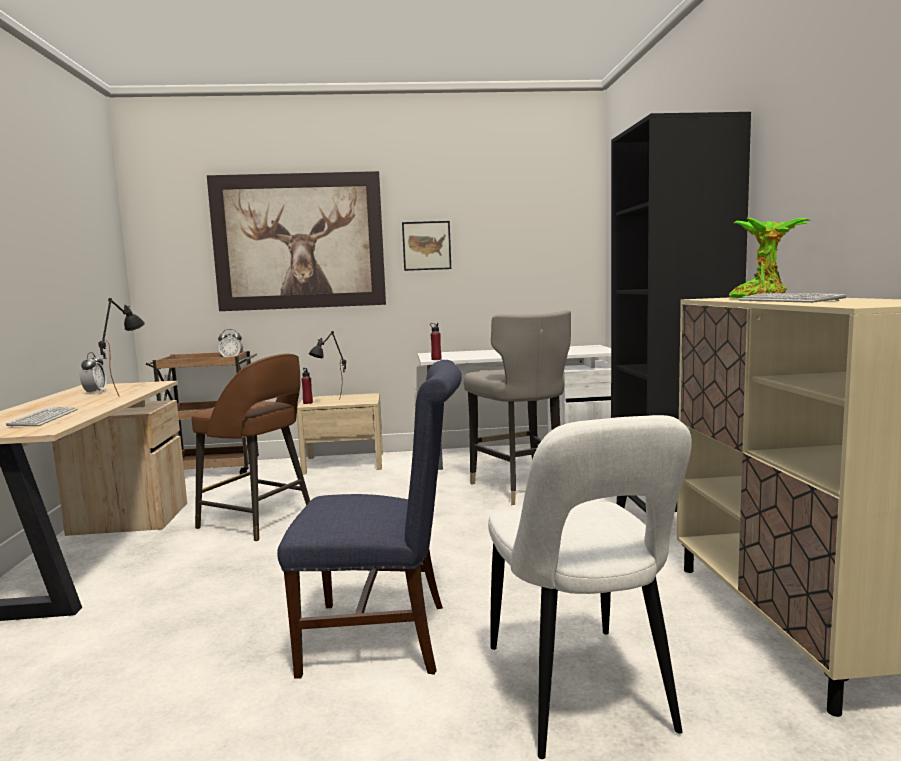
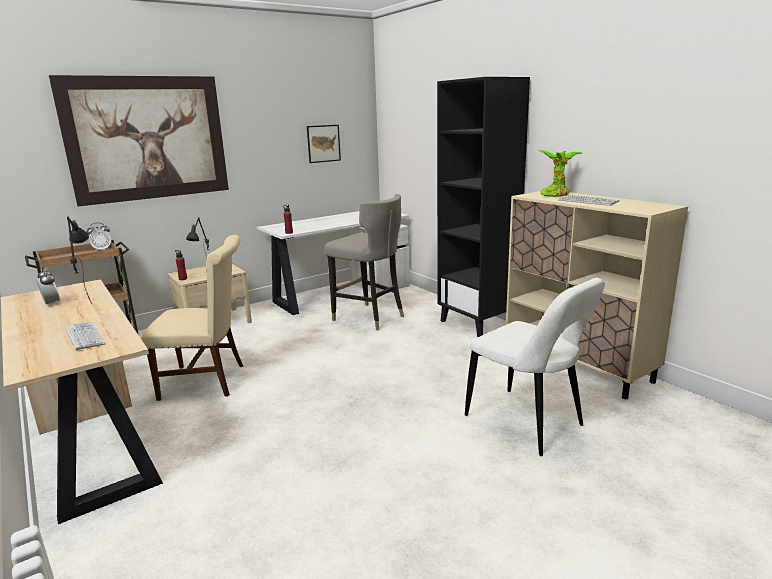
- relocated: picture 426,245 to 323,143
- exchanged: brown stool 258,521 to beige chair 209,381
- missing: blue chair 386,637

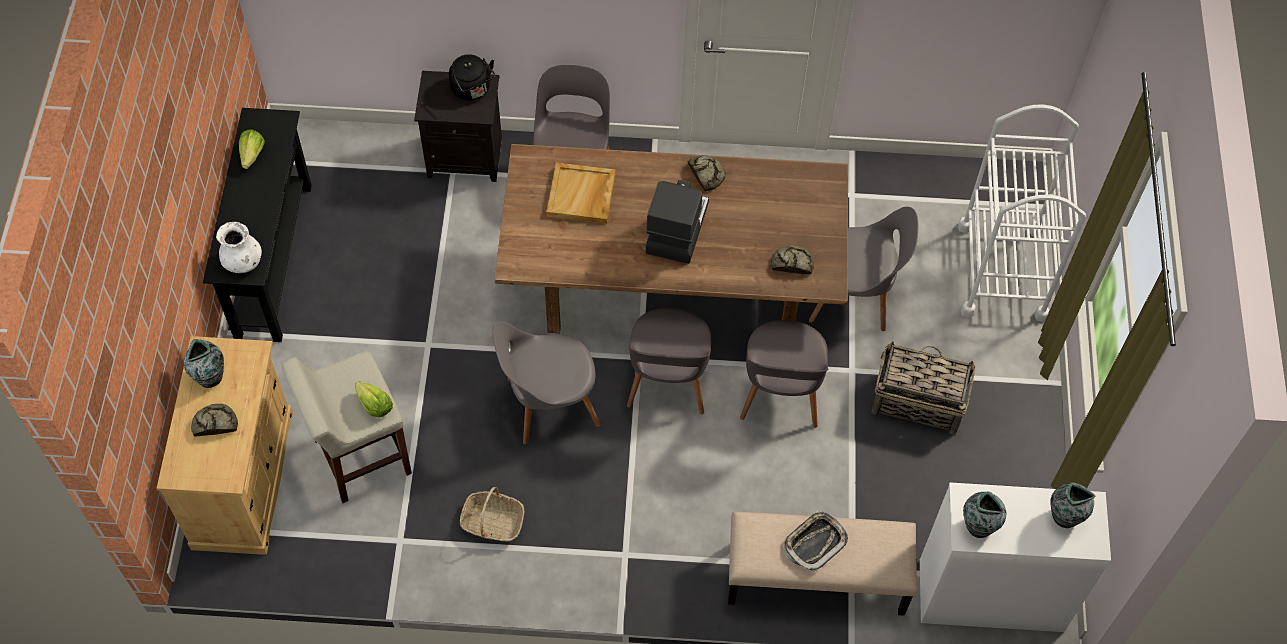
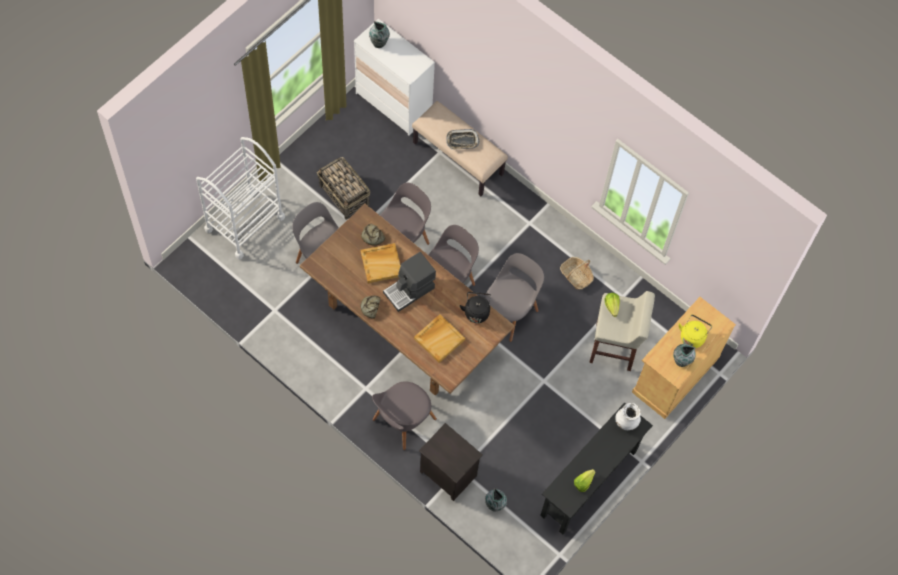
- relocated: black kettle 472,90 to 476,311
- spun: grey chair 548,403 = 509,311 75 degrees counterclockwise
- exchanged: bread 215,423 to yellow kettle 692,336
- relocated: vase 978,526 to 494,505
- appeared: beige tray 381,263

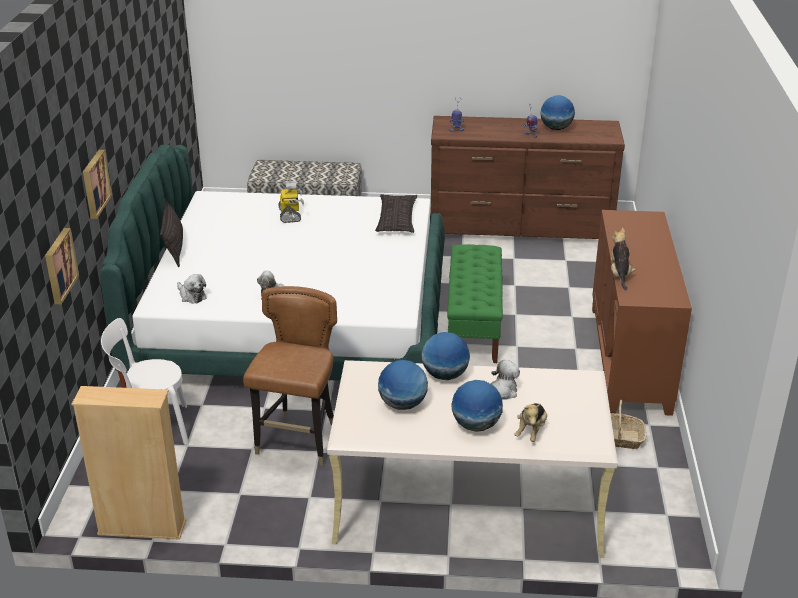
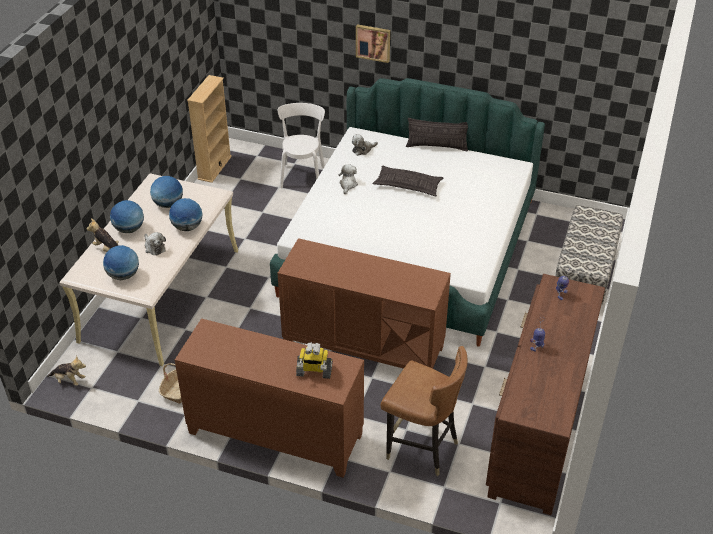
- relocated: globe 556,128 to 123,275
- relocated: toy robot 290,215 to 314,371
- relocated: pillow 396,219 to 408,185
- missing: picture 59,265
- relocated: plush toy 619,275 to 69,380
- exchanged: green bench 473,325 to brown cabinet 364,346
- relocated: brown chair 299,441 to 421,448

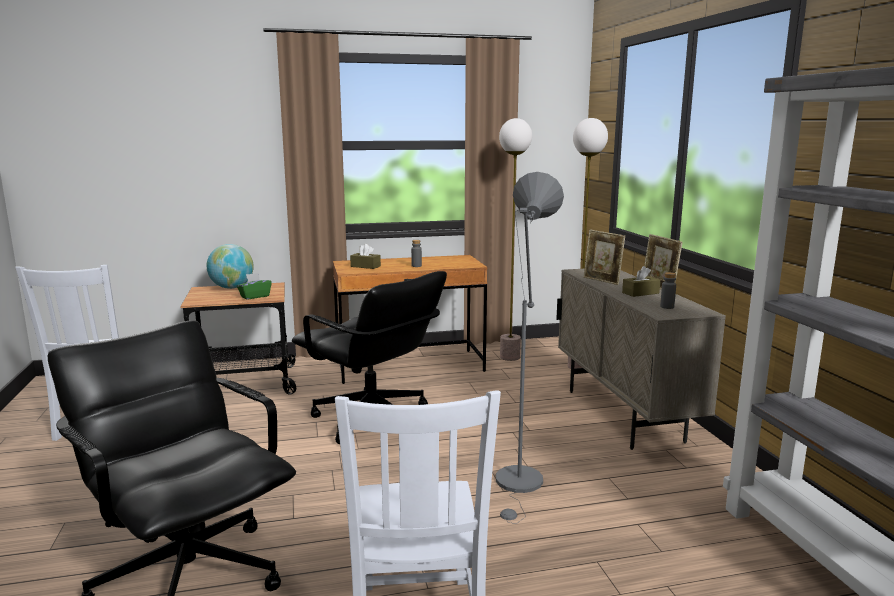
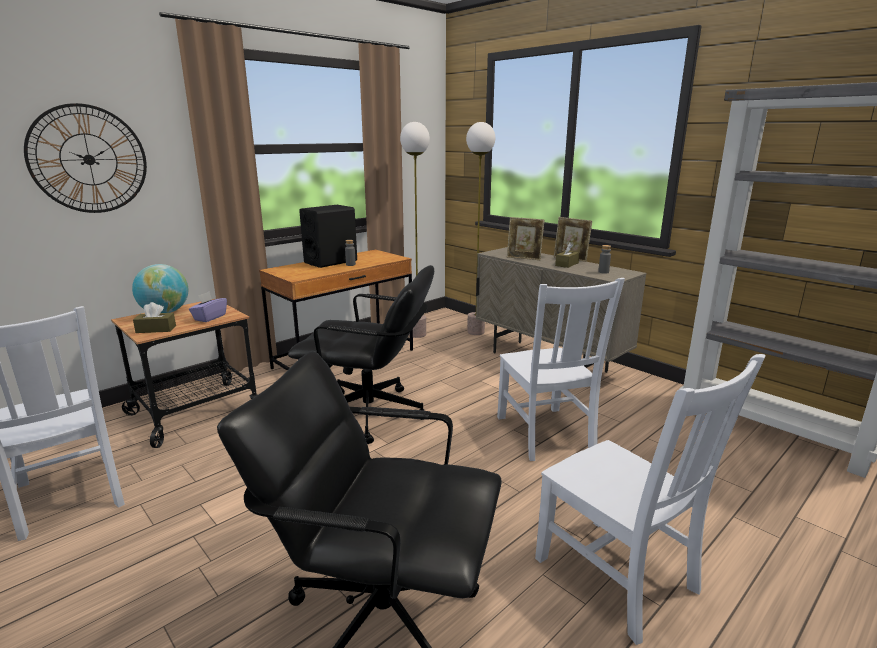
- exchanged: grey floor lamp 519,485 to white chair 546,434
- relocated: brown tissue box 365,266 to 156,329
- colour: green tissue box 255,296 to purple tissue box 209,317
- appeared: wall clock 89,159
- appeared: black speaker 331,262

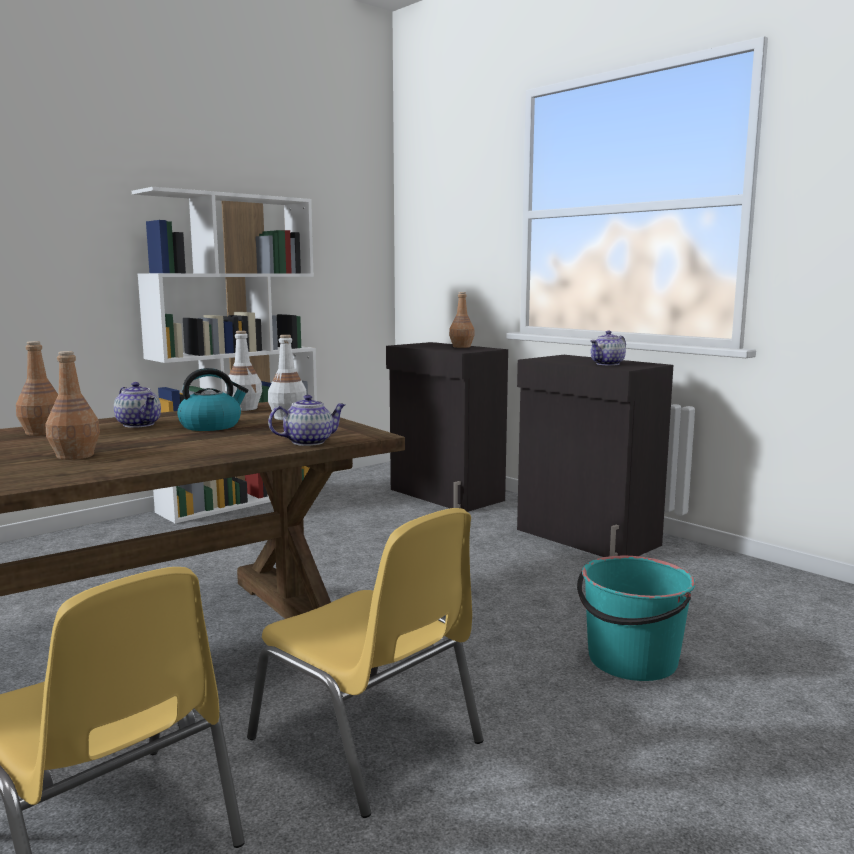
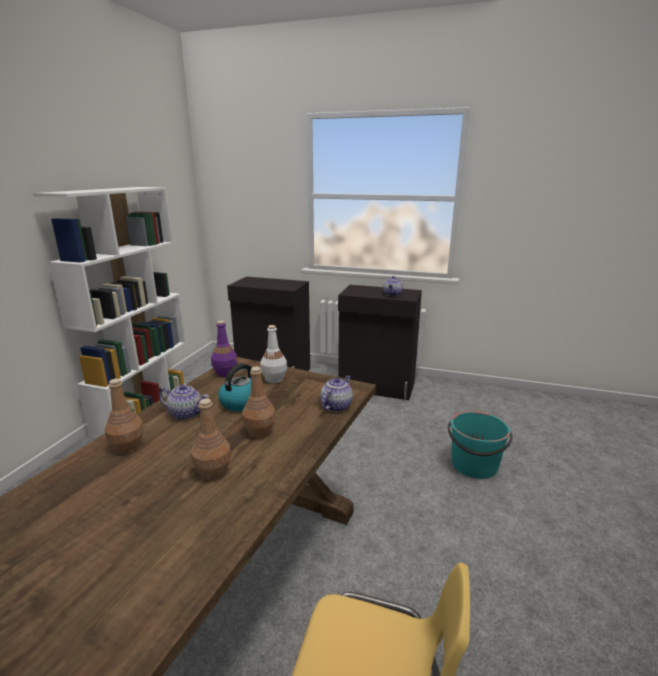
- relocated: brown bottle 461,347 to 260,432
- colour: white bottle 244,408 to purple bottle 225,373
- missing: yellow chair 369,741

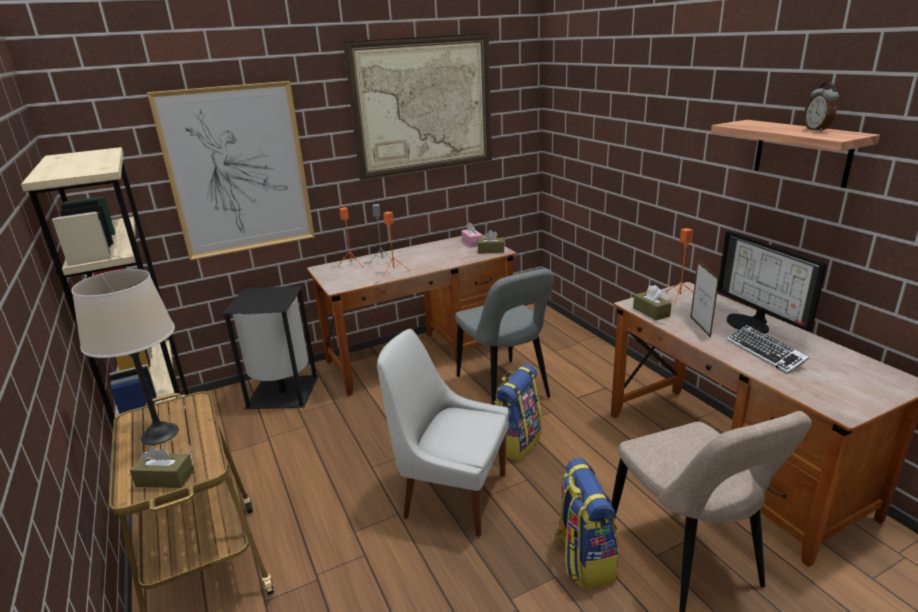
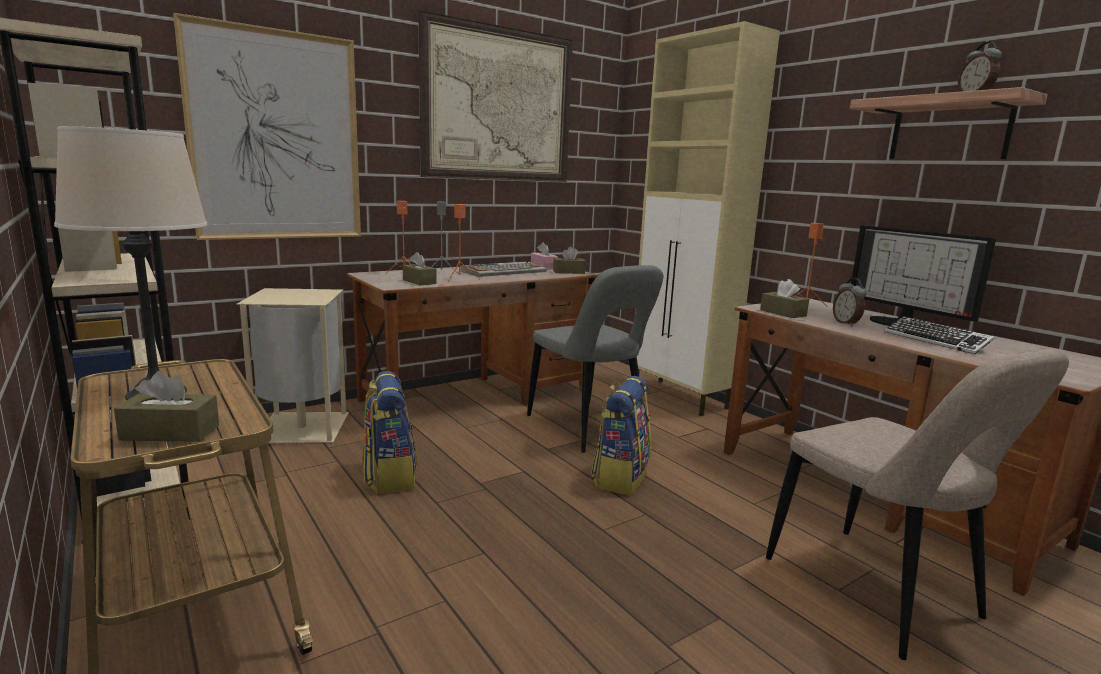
- exchanged: picture frame 700,327 to alarm clock 846,323
- colour: black trash can 282,391 to beige trash can 301,427
- missing: white chair 451,494
- relocated: backpack 583,558 to 389,476
- appeared: beige cabinet 680,398
- appeared: brown tissue box 419,282
- appeared: keyboard 504,271

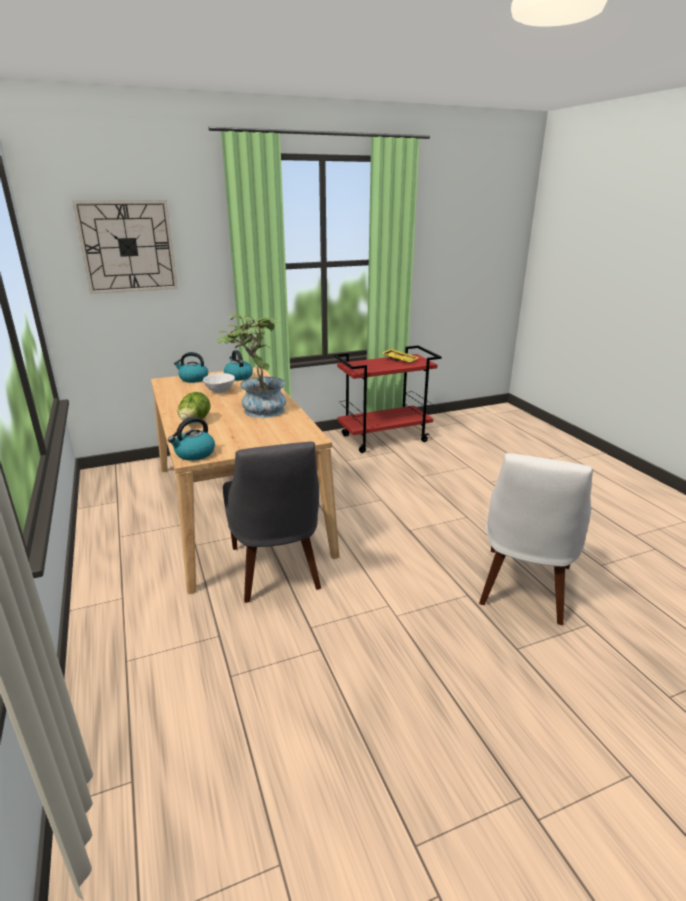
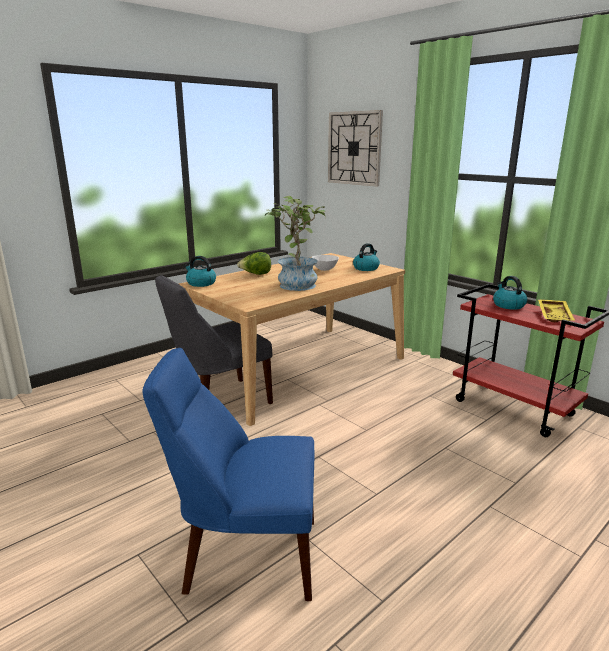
- relocated: kettle 193,379 to 508,305
- colour: white chair 523,588 to blue chair 245,555

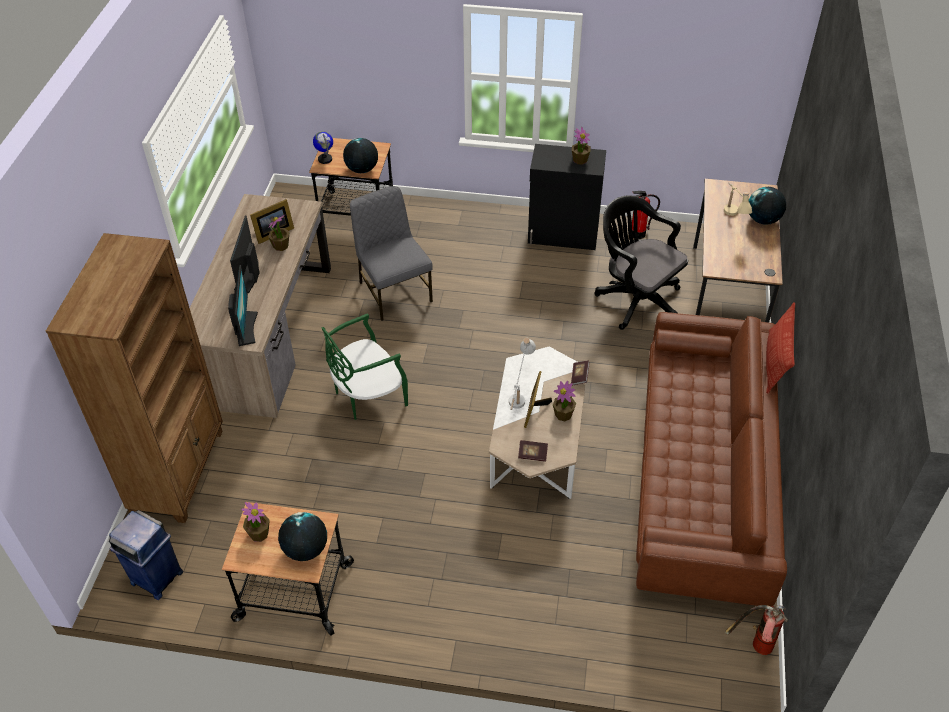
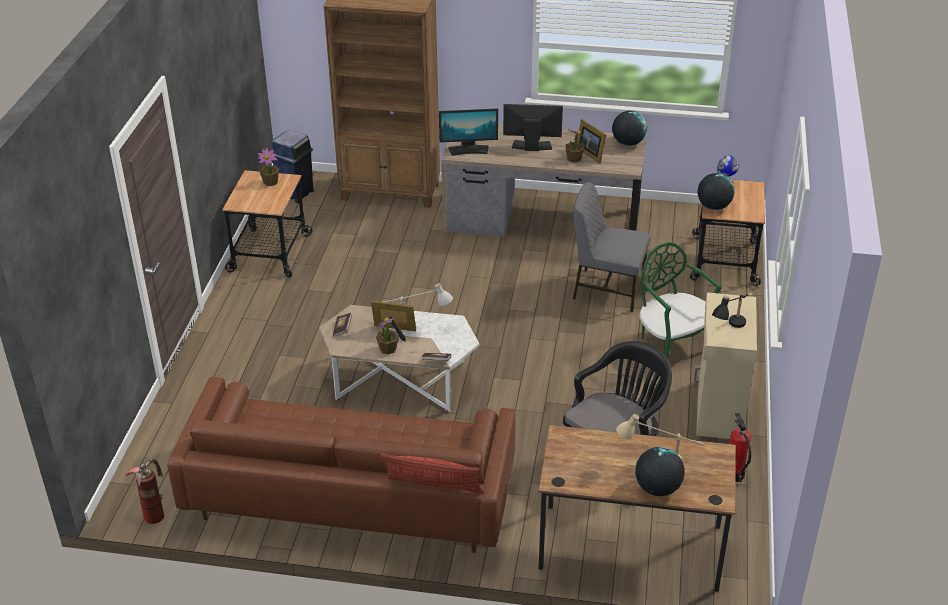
- exchanged: potted plant 580,160 to black table lamp 731,329
- colour: black cabinet 563,235 to beige cabinet 718,410
- spun: grey chair 394,291 = 607,289 135 degrees counterclockwise
- relocated: green chair 367,395 to 672,345
- relocated: globe 305,549 to 628,143

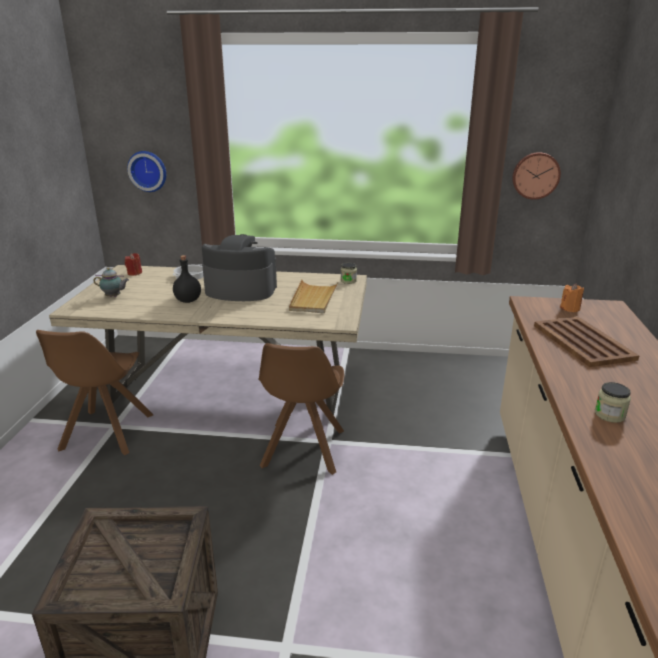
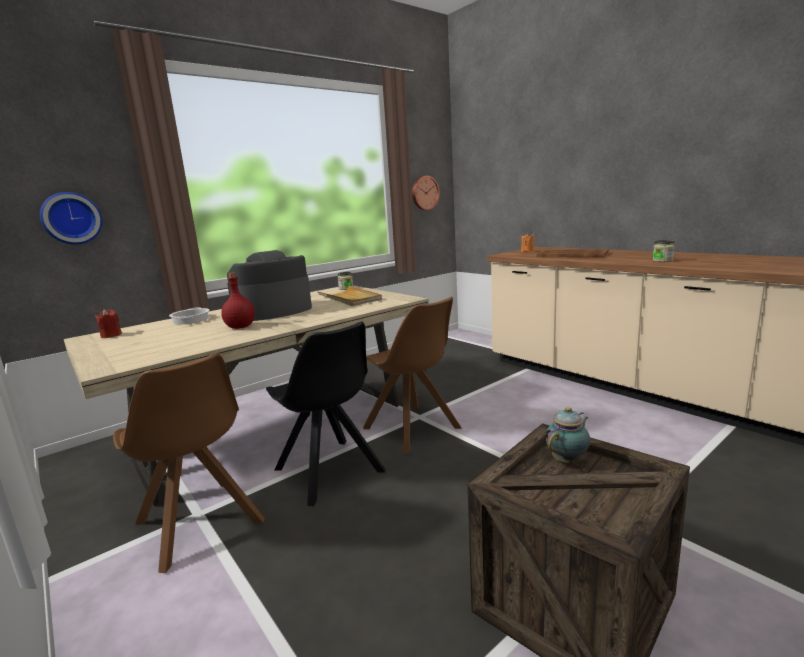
- colour: black bottle 187,300 to red bottle 240,327
- relocated: teapot 114,297 to 568,460
- appeared: black chair 330,472

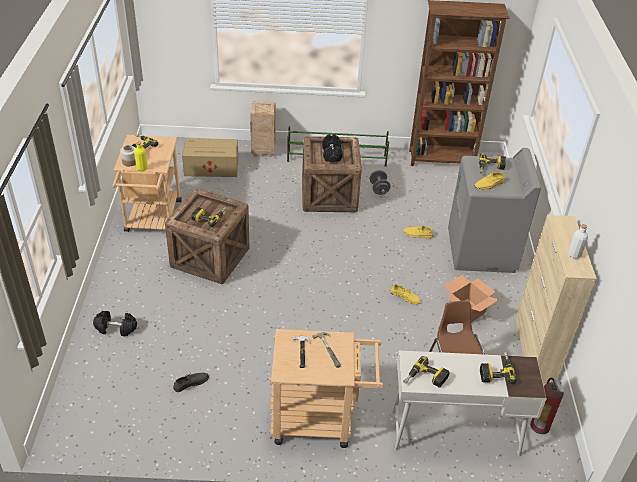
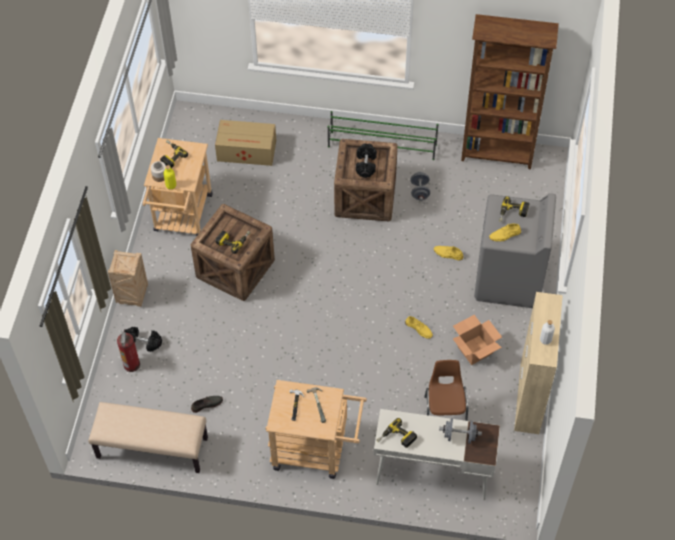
- relocated: crate 262,151 to 131,296
- exchanged: power drill 495,371 to grey dumbbell 459,436
- relocated: fire extinguisher 540,426 to 132,364
- appeared: beige bench 151,448

